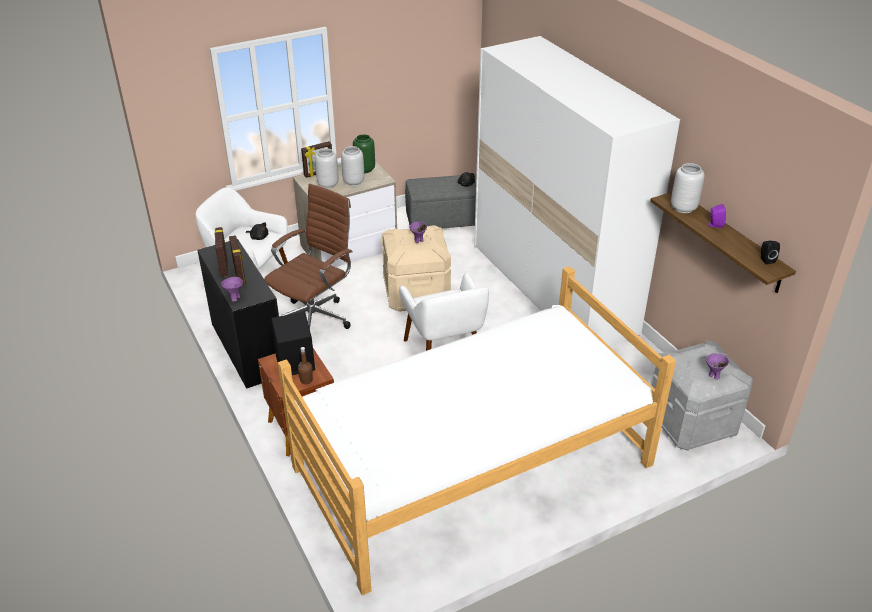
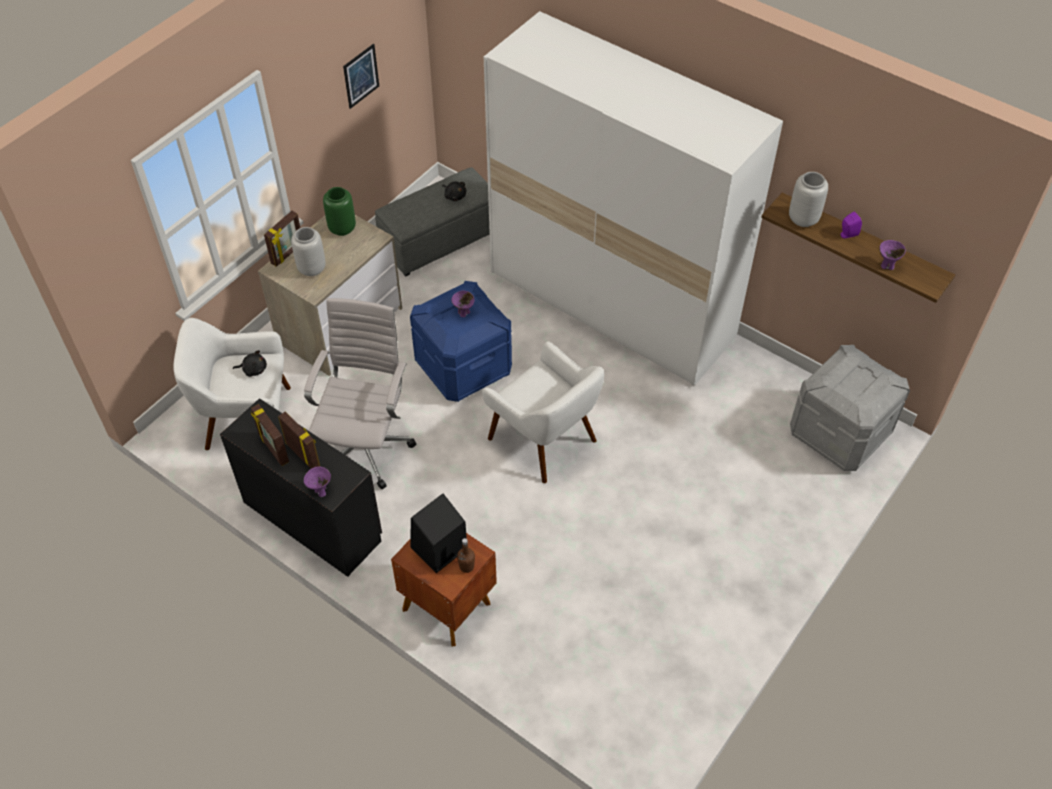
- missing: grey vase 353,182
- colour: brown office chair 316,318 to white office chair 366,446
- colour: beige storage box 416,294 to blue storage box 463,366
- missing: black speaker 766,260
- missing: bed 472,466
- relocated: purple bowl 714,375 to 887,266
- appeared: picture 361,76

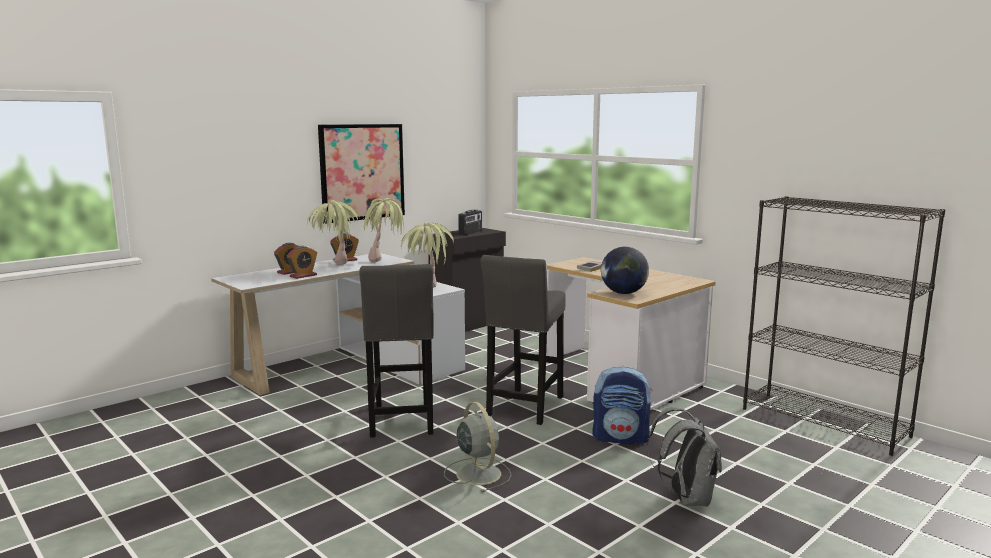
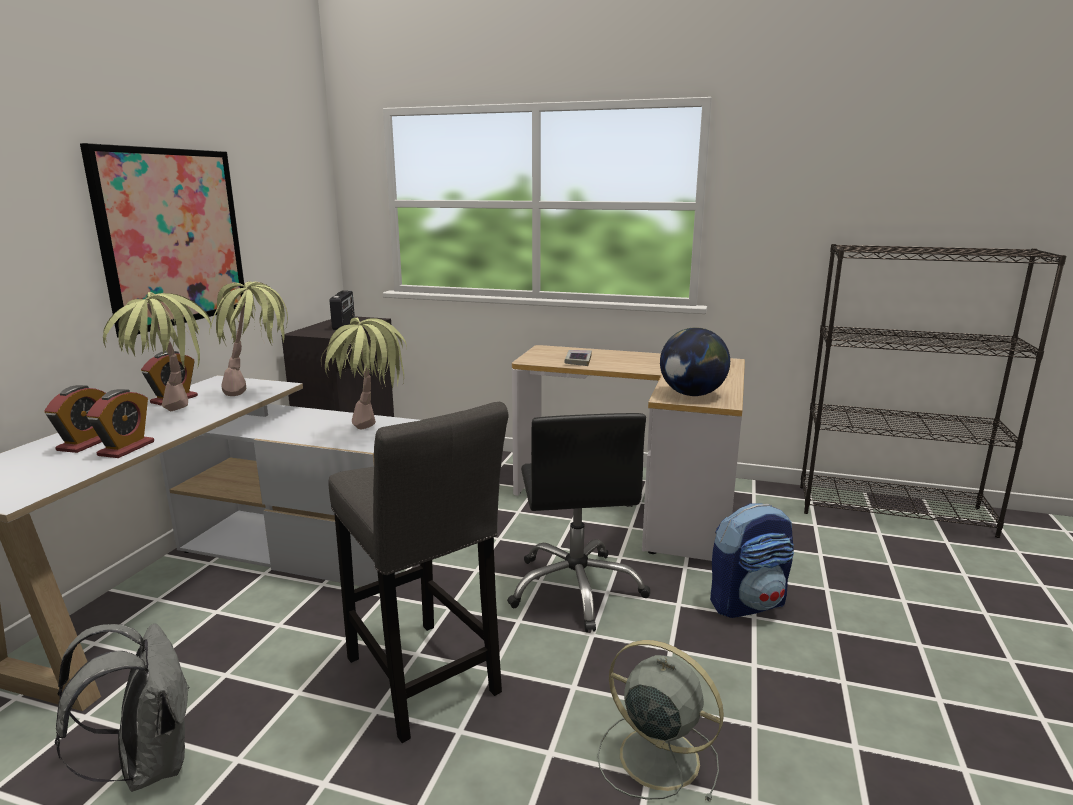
- exchanged: grey stool 524,408 to black office chair 576,588
- relocated: grey backpack 686,498 to 148,764

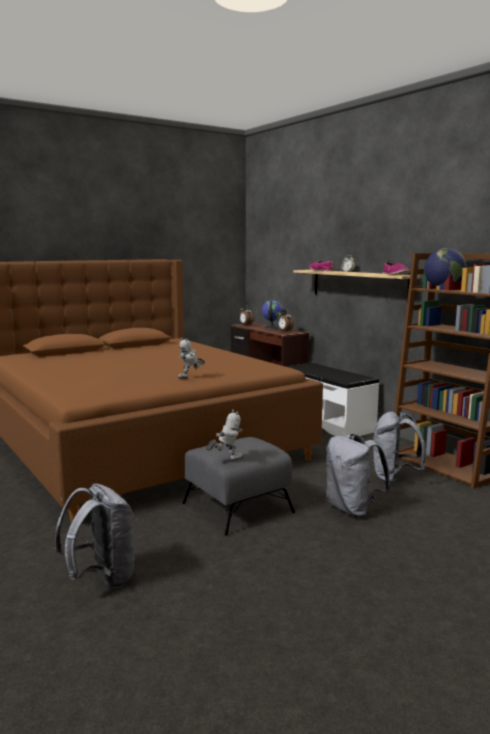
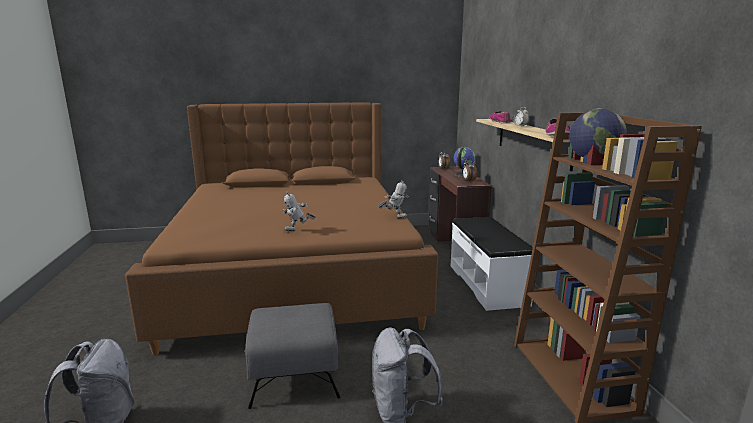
- relocated: toy robot 226,460 to 394,217
- missing: grey backpack 394,478

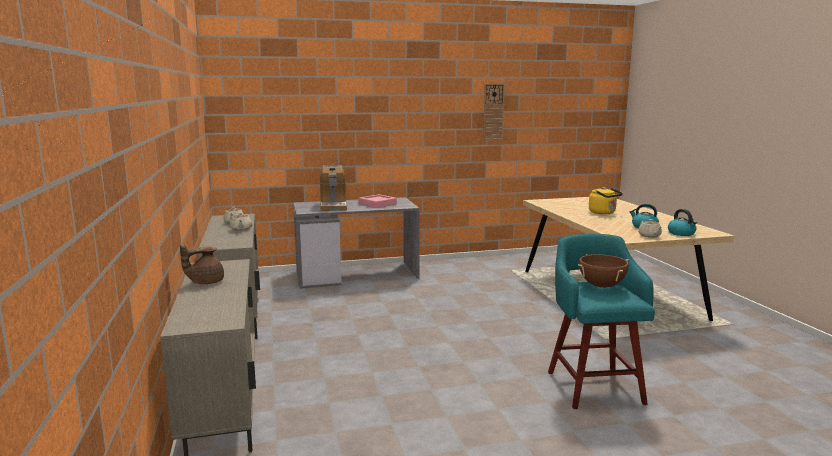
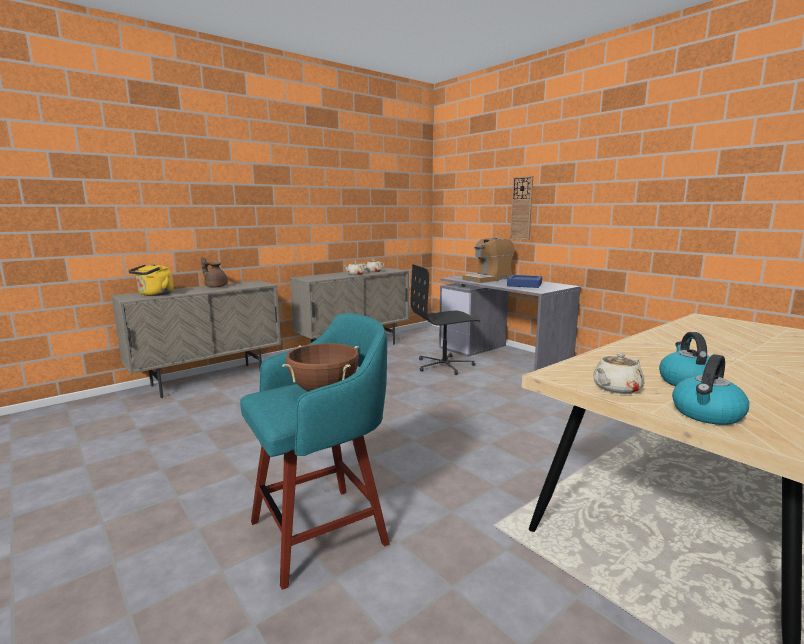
- relocated: wall clock 493,111 to 521,208
- relocated: yellow kettle 603,213 to 154,294
- colour: pink tray 377,204 to blue tray 524,284
- appeared: black office chair 444,365

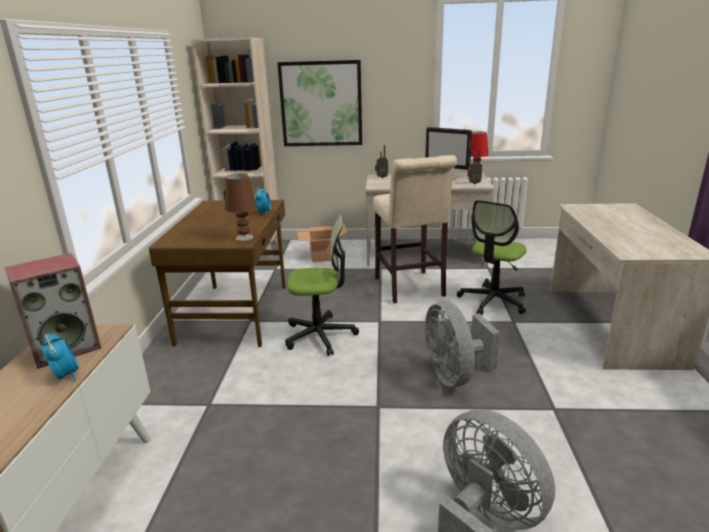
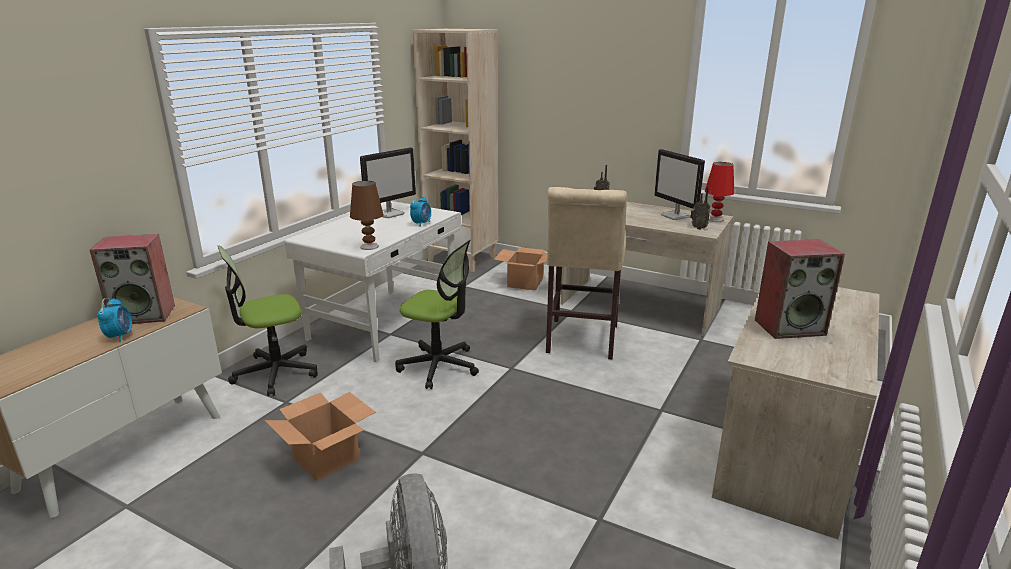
- missing: picture 321,104
- colour: brown desk 236,313 to white desk 386,323
- relocated: office chair 493,301 to 275,373
- missing: grey fan 454,375
- appeared: monitor 390,214
- appeared: speaker 790,327
- appeared: cardboard box 325,458

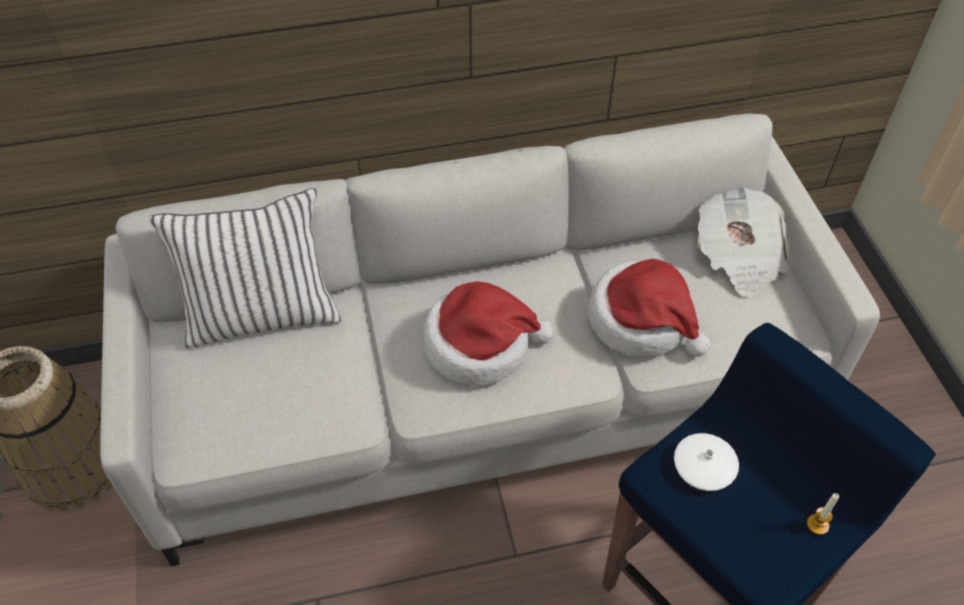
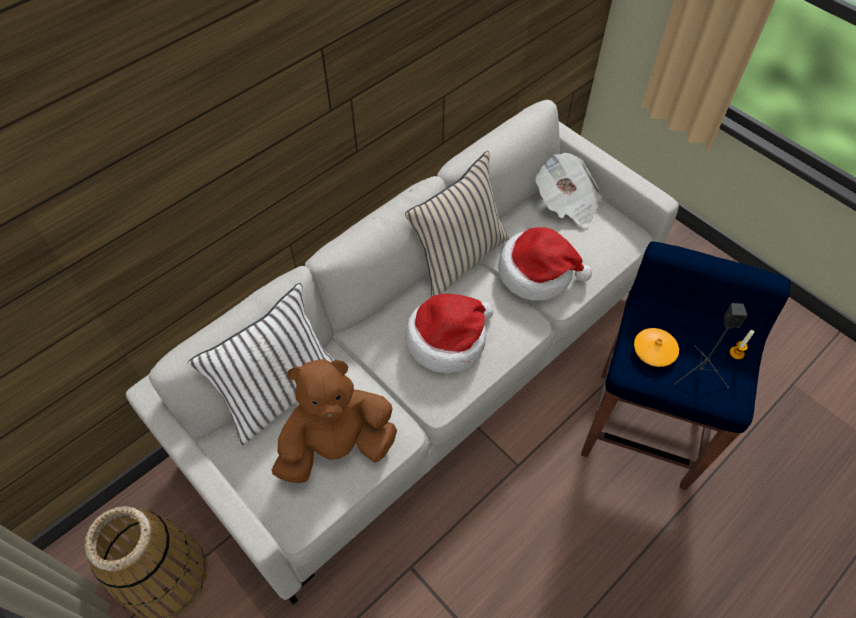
- colour: white vase 704,467 to orange vase 654,351
- appeared: beige pillow 458,258
- appeared: black speaker 699,372
- appeared: brown plush toy 337,446

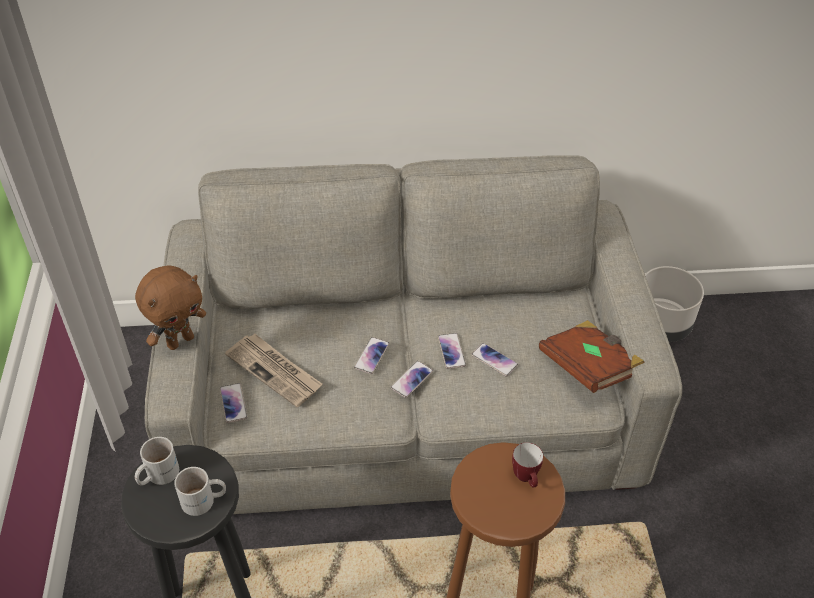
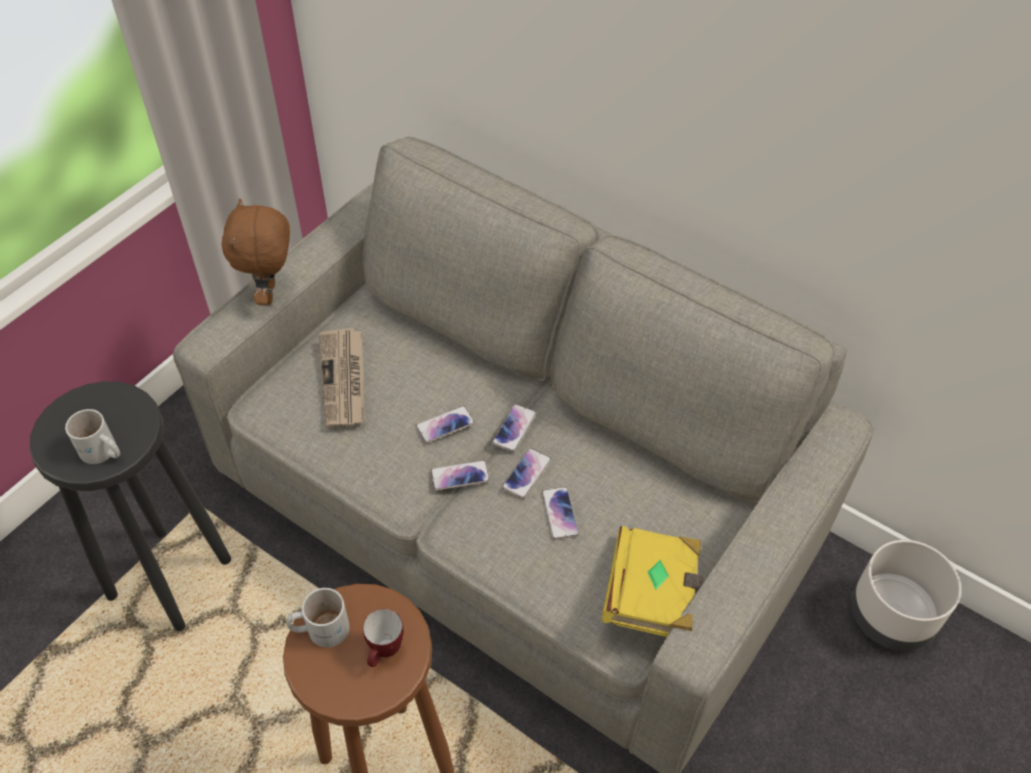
- spun: brown plush toy 180,340 = 270,294 90 degrees clockwise
- colour: brown book 588,368 to yellow book 653,594
- relocated: phone 233,403 to 514,428
- relocated: white mug 157,474 to 320,628

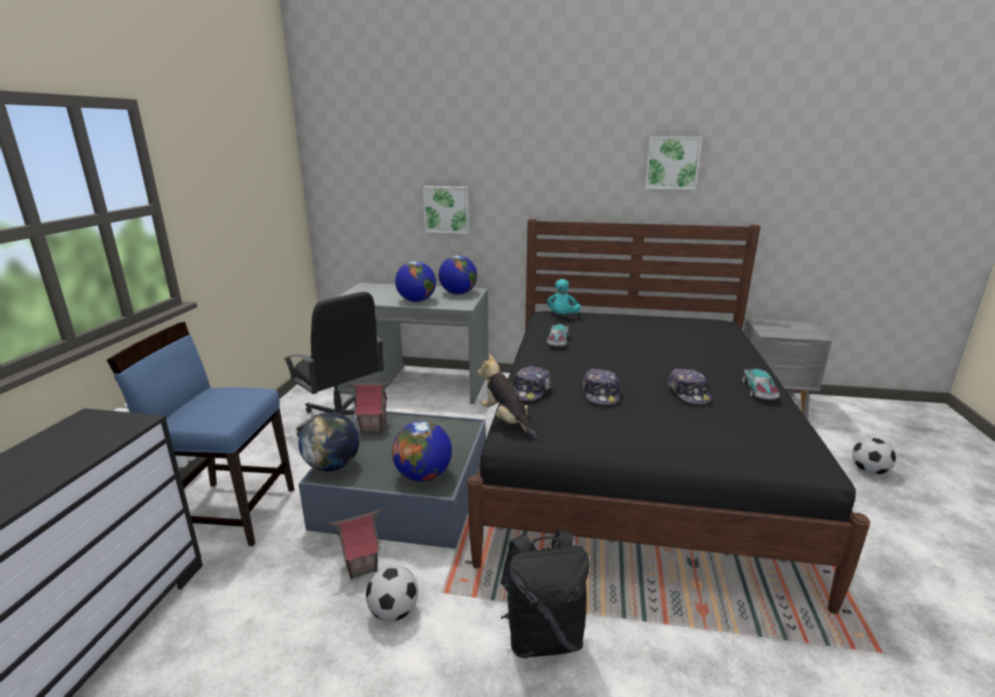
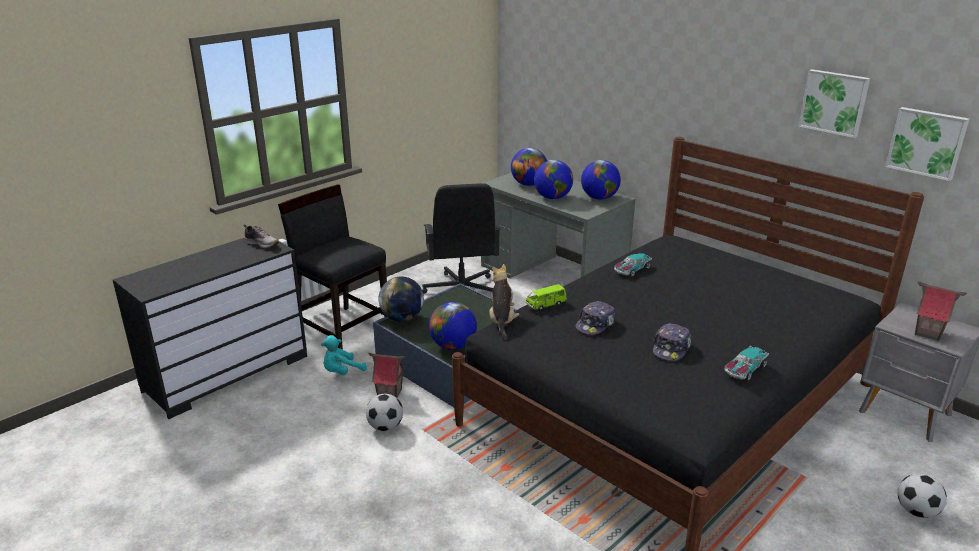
- relocated: picture 447,209 to 927,143
- relocated: turquoise plush toy 562,317 to 342,372
- colour: blue chair 230,511 to black chair 343,330
- exchanged: cap 531,391 to green toy car 546,305
- relocated: toy house 373,428 to 928,333
- missing: black backpack 543,636
- appeared: globe 529,184
- appeared: shoe 262,244

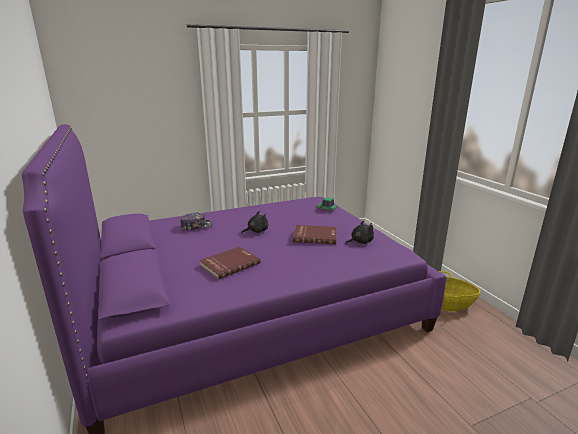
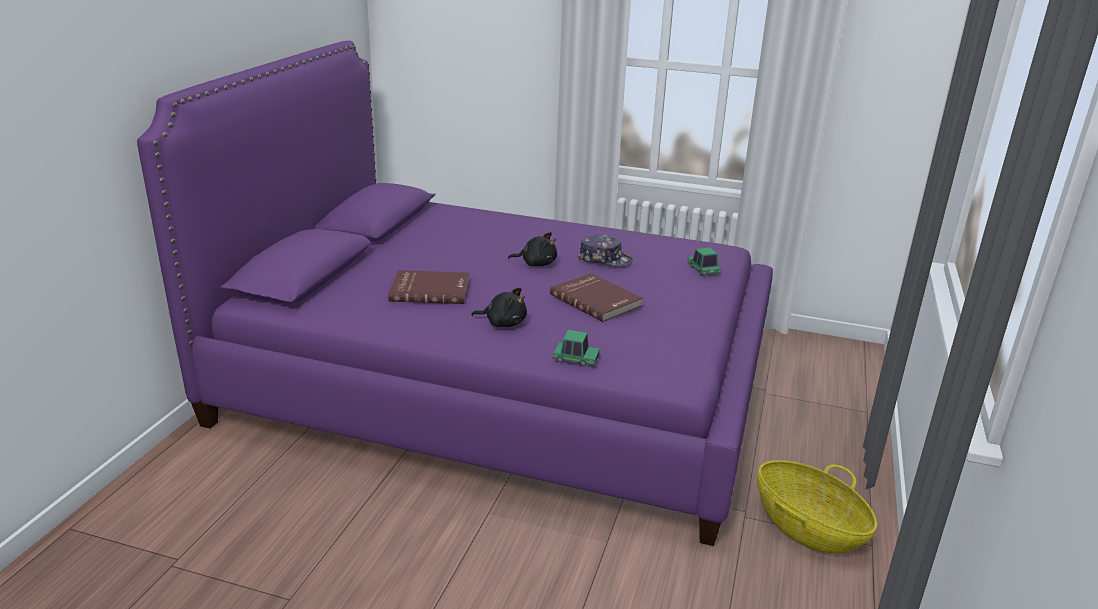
- relocated: cap 196,226 to 605,259
- relocated: black plush toy 360,242 to 503,323
- appeared: toy car 575,359

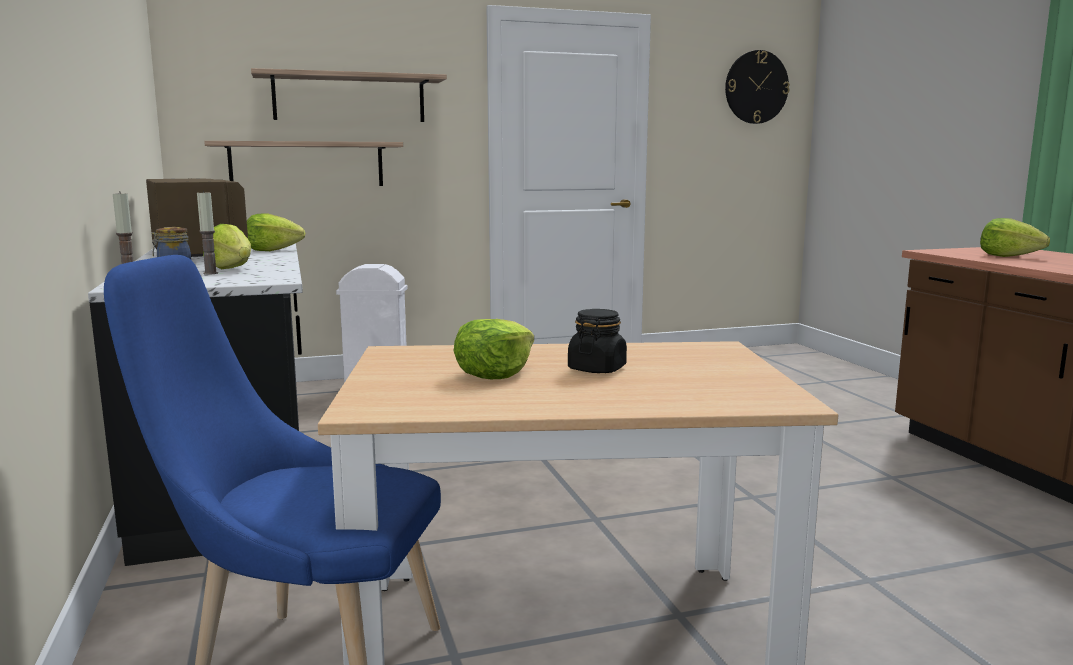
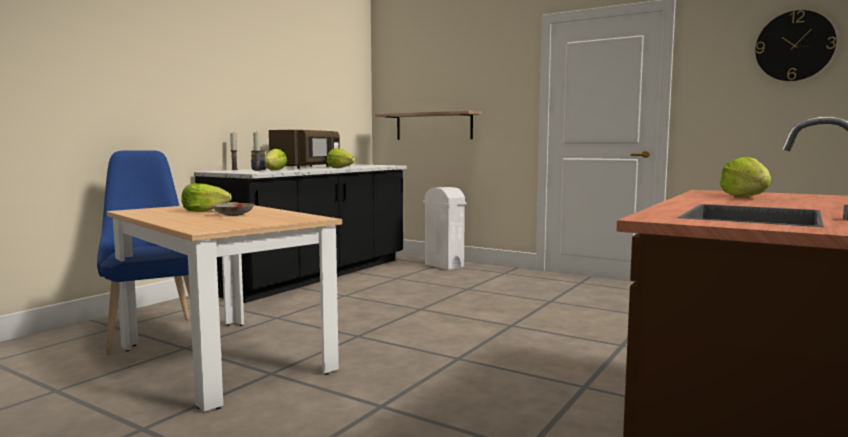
- missing: shelf 349,98
- exchanged: black jar 597,369 to plate 233,215

